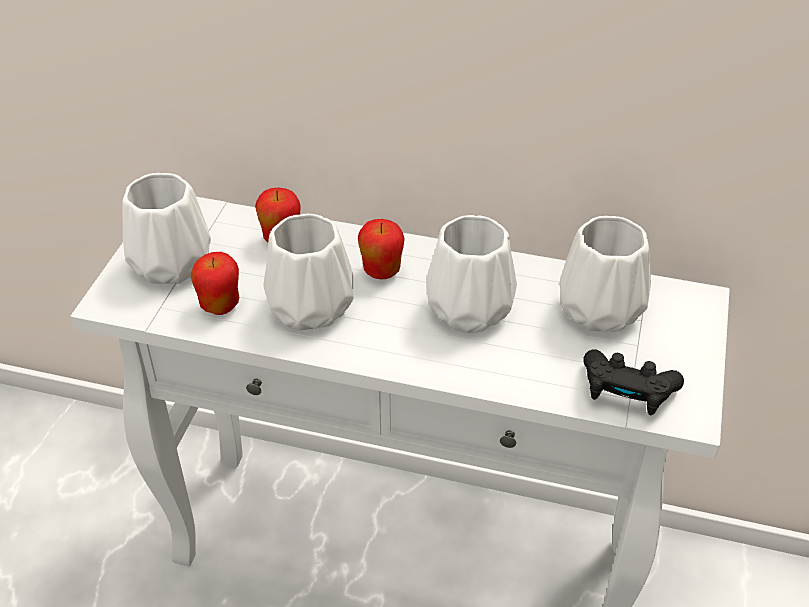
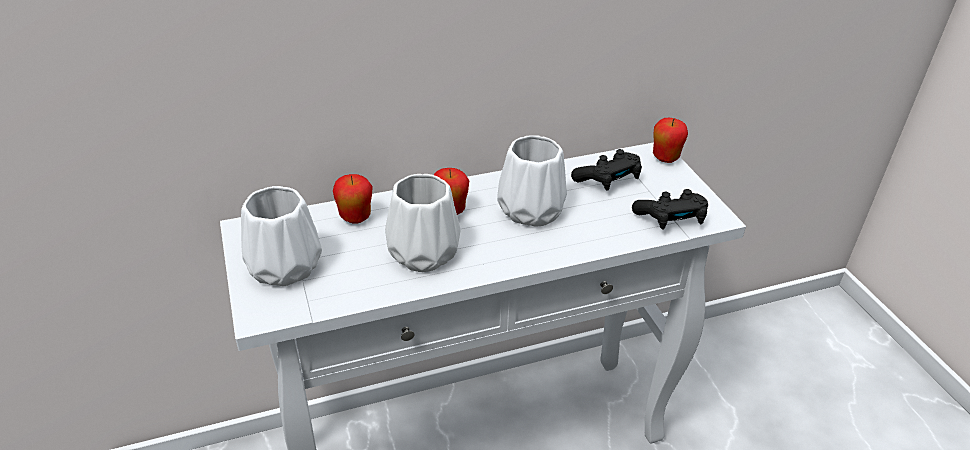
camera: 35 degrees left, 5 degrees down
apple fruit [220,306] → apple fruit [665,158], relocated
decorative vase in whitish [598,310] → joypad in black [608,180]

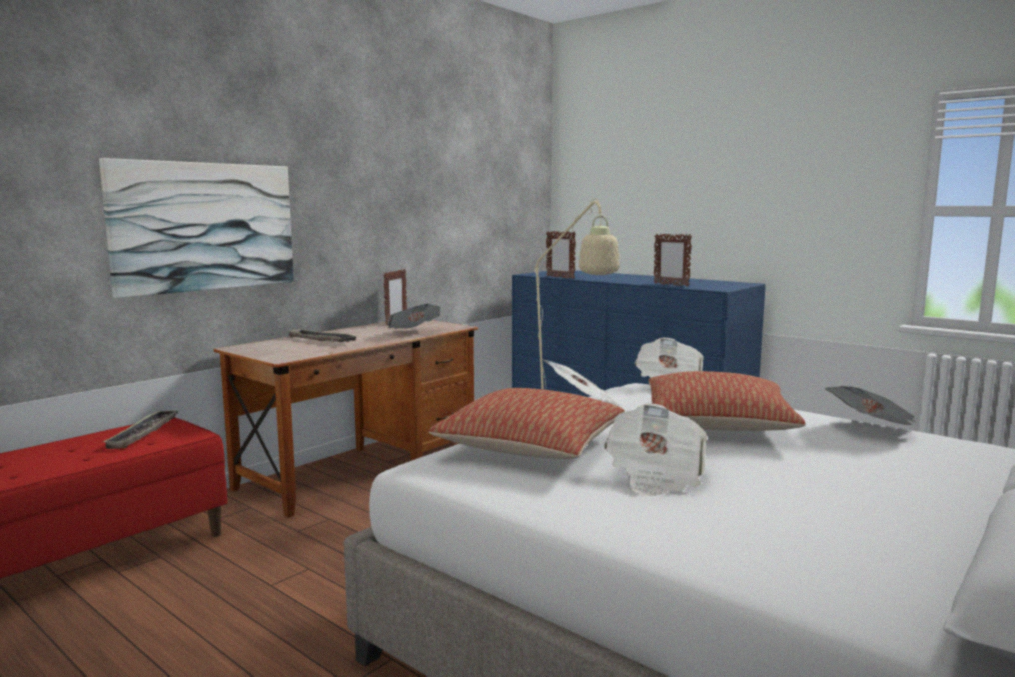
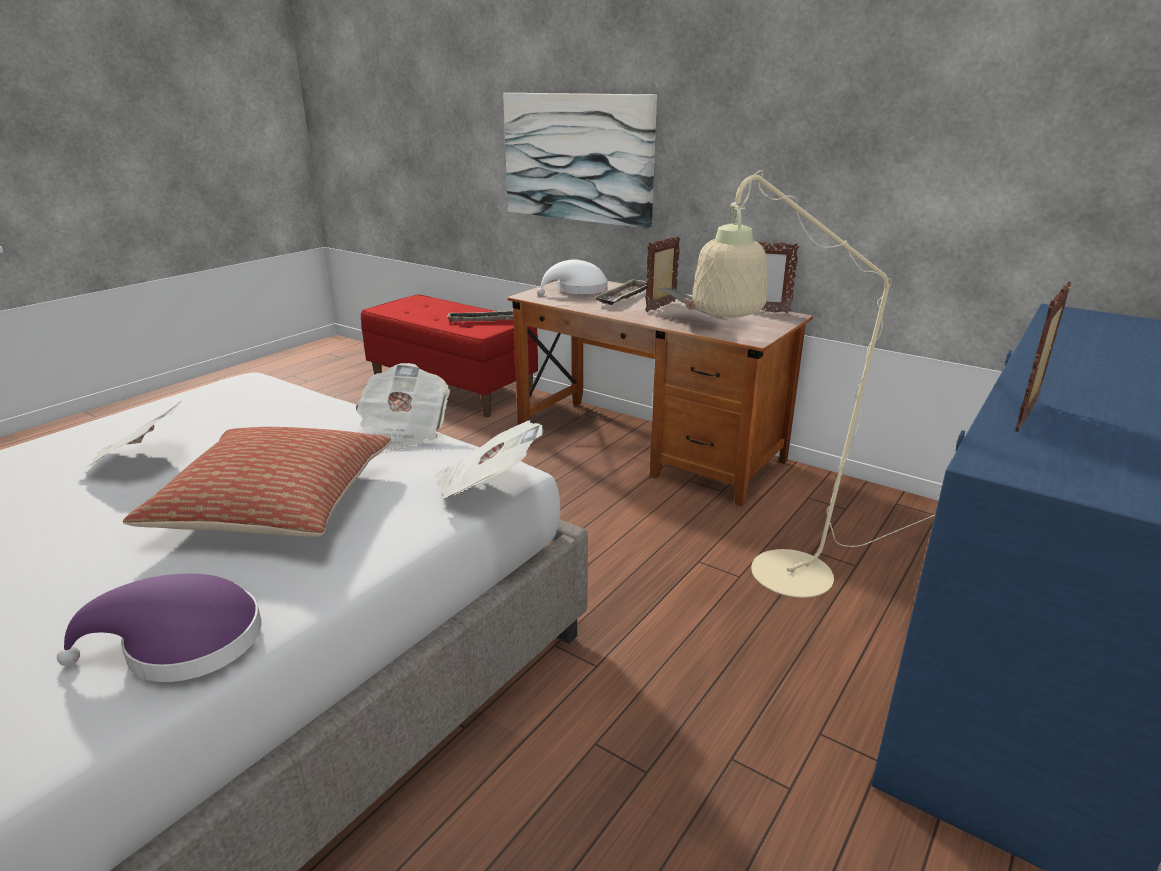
camera: 85 degrees right, 15 degrees up
pillow [531,447] → -
- → clothing hat in whitish [578,290]
photo frame [560,278] → photo frame [661,307], relocated
newspaper [871,429] → clothing hat in purplish [183,645]

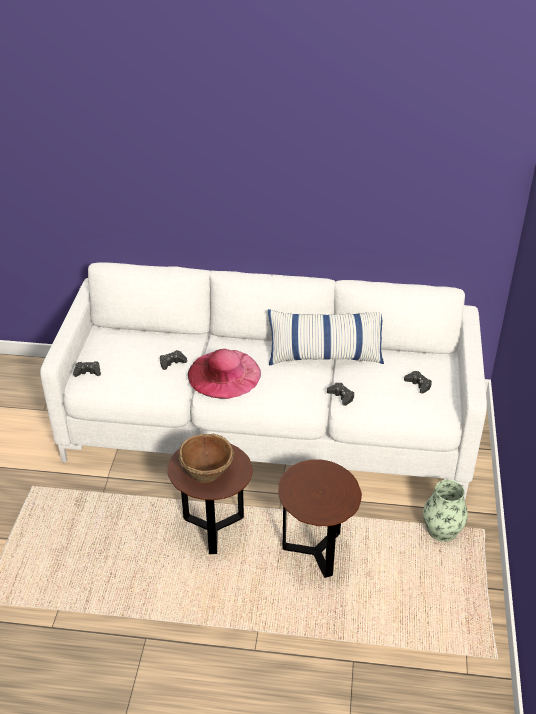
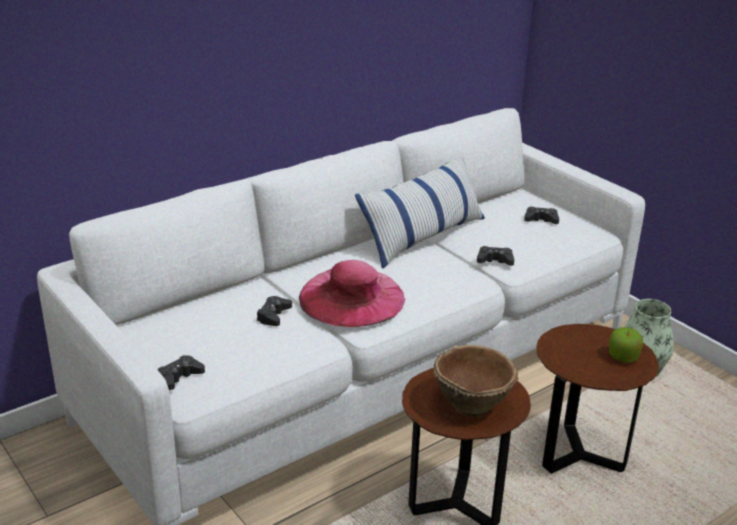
camera: 45 degrees left, 10 degrees down
- → apple fruit [623,357]

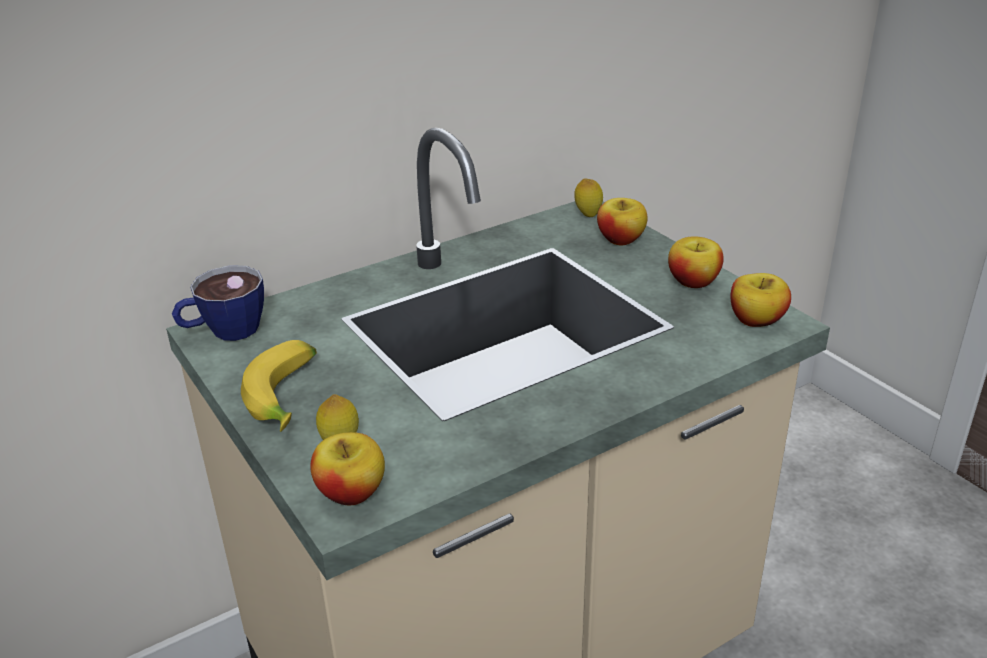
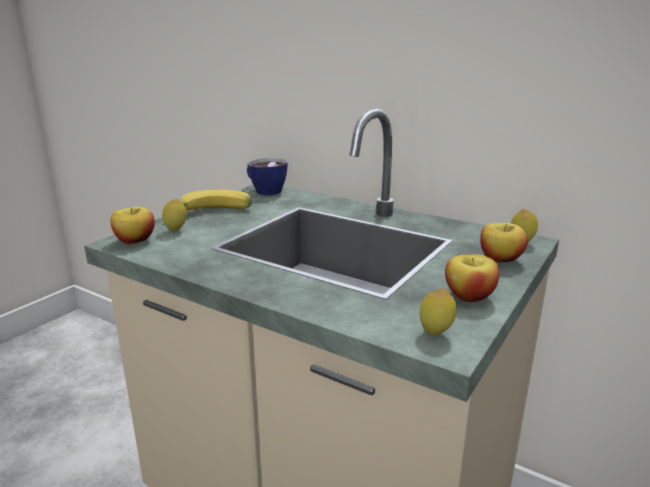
camera: 65 degrees right, 10 degrees down
apple fruit [756,320] → whole lemon [435,333]

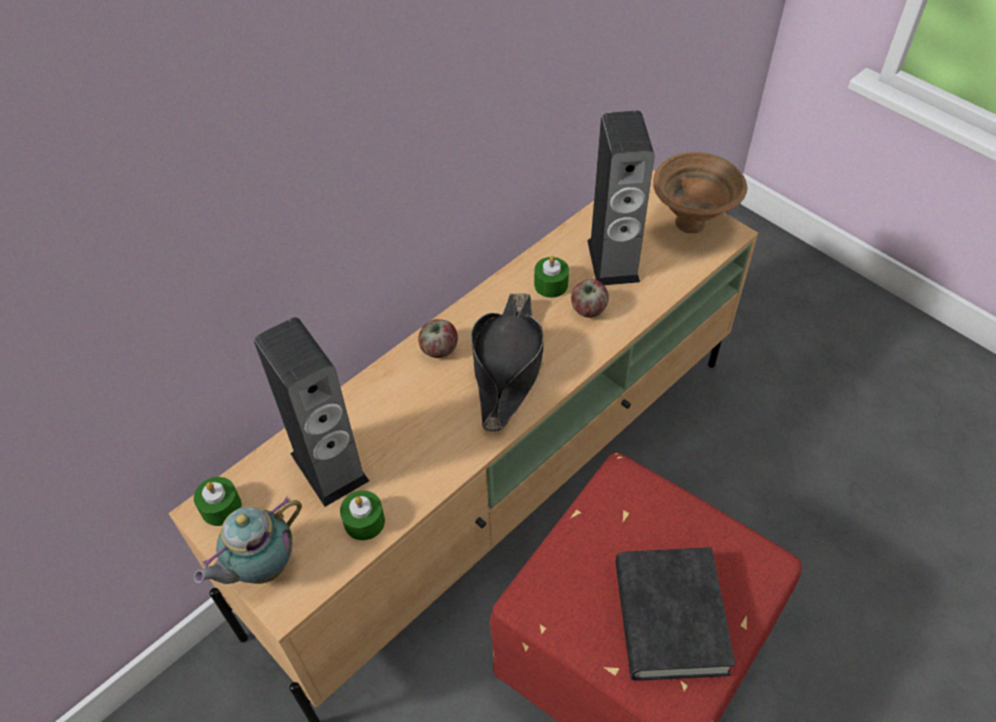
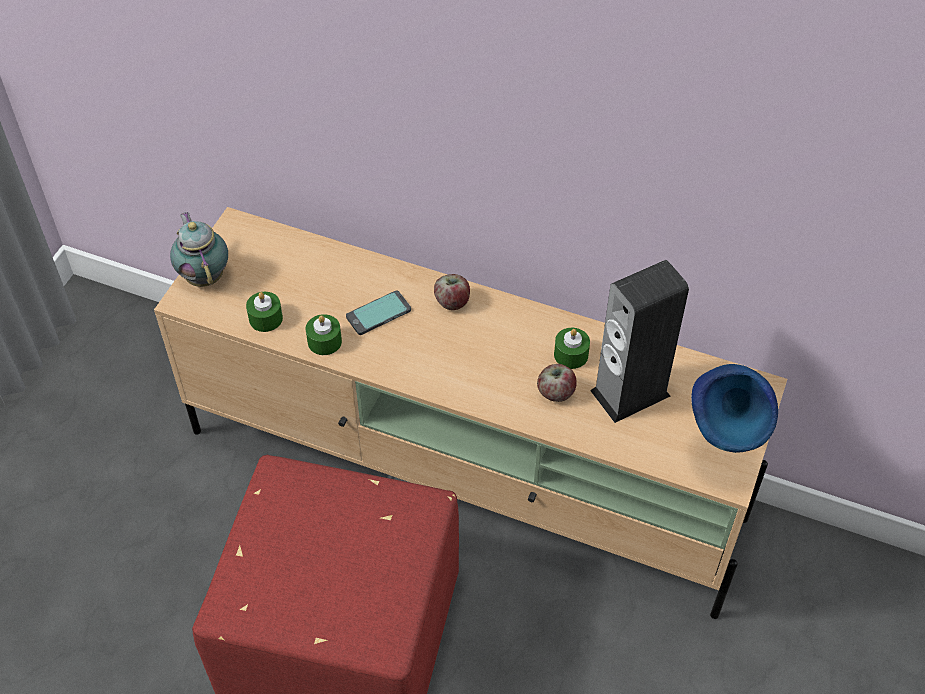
camera: 65 degrees right, 0 degrees up
speaker [329,467] → -
clothing hat in black [507,367] → -
bound book in black [670,618] → -
- → telephone [378,314]
wax light in green-coloured [221,507] → wax light in green-coloured [324,341], relocated
bowl in brown-coloured [692,223] → decorative vase in bluish [724,444]
teapot [261,567] → teapot [204,275], 45 degrees clockwise

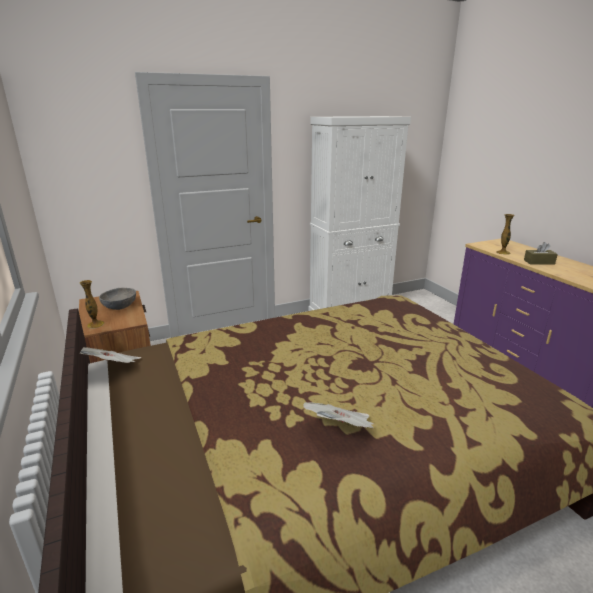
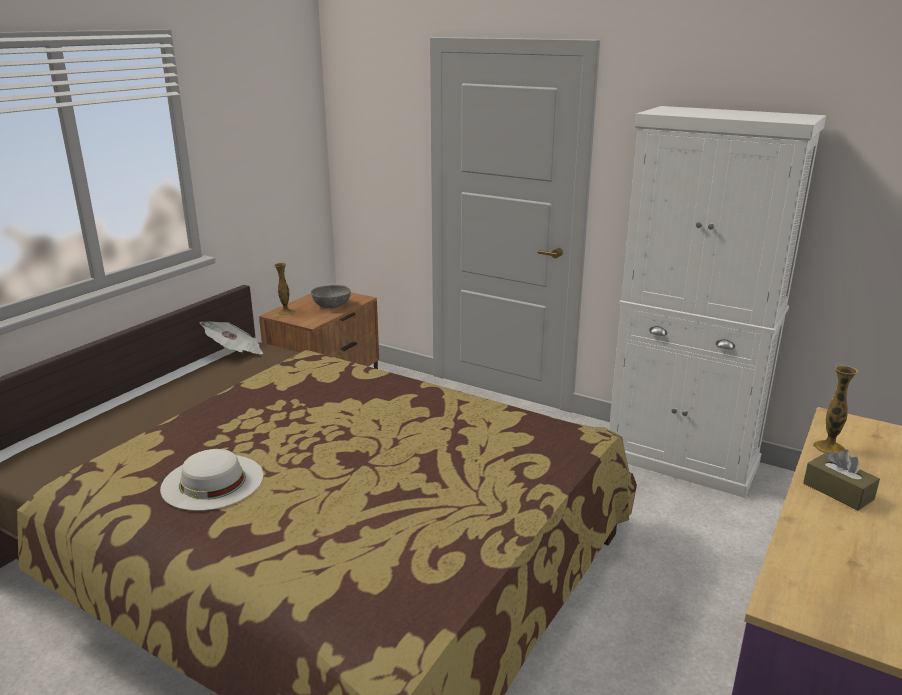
camera: 55 degrees right, 0 degrees up
newspaper [341,429] → clothing hat in whitish [212,481]

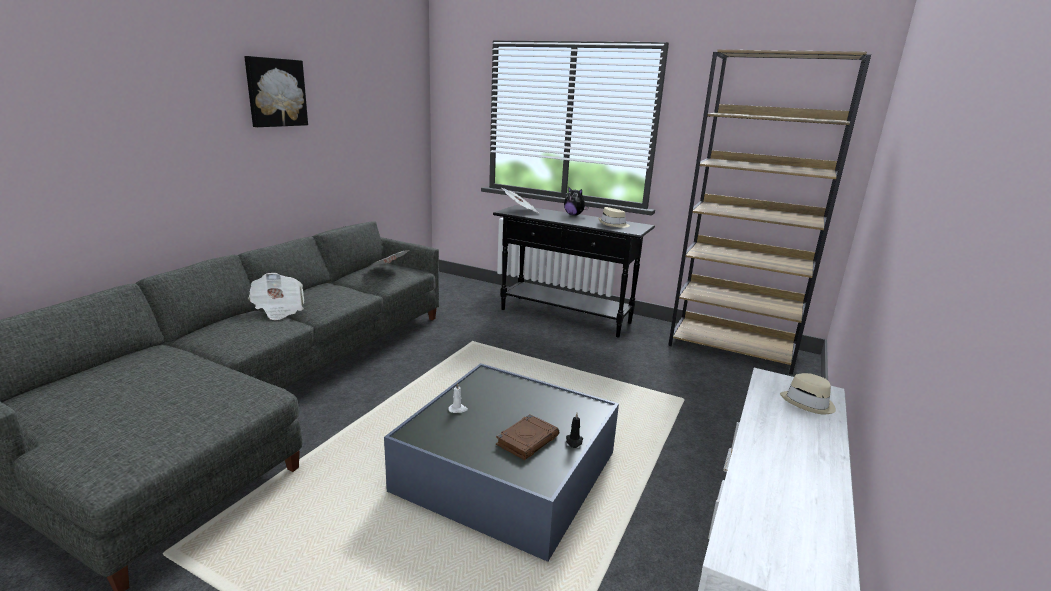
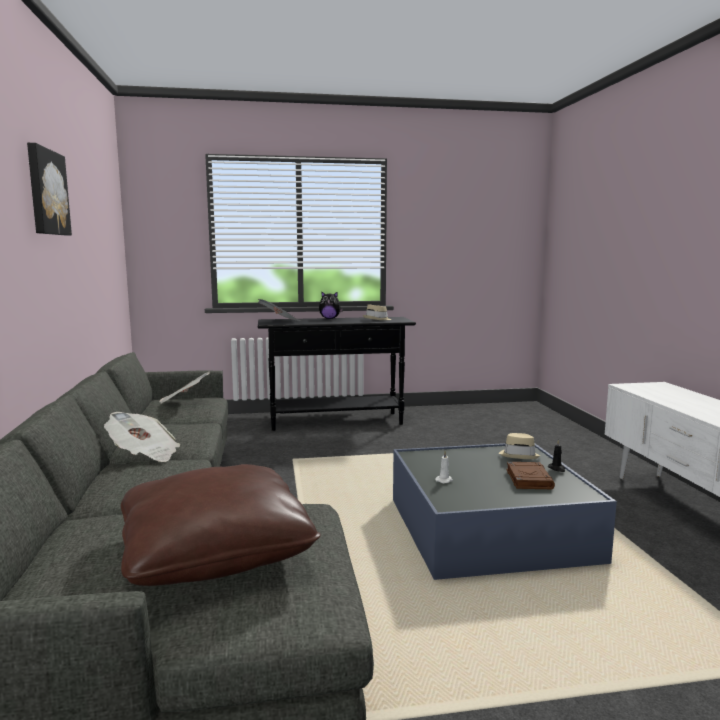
camera: 35 degrees left, 10 degrees down
bookshelf in brown-coloured [732,348] → -
- → pillow in brown-coloured [216,551]
clothing hat in sand-coloured [808,403] → clothing hat in sand-coloured [519,455], relocated

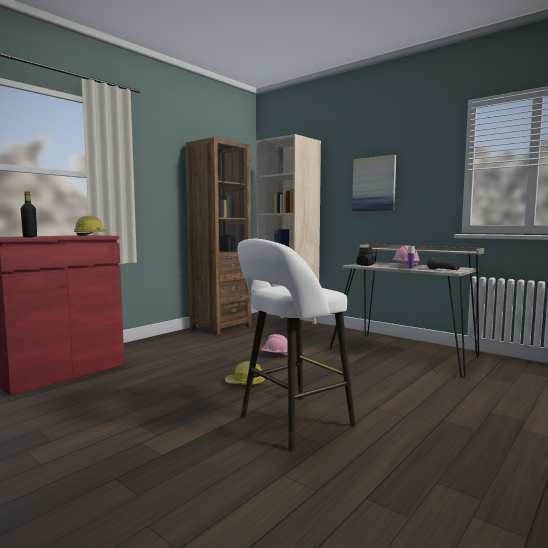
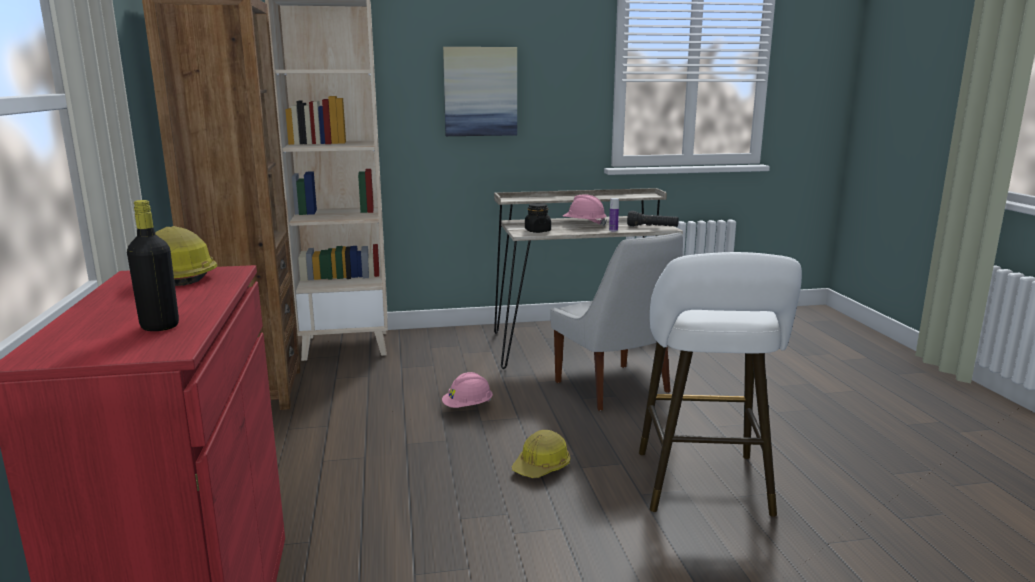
camera: 50 degrees left, 10 degrees up
- → upright chair in whitish [615,388]

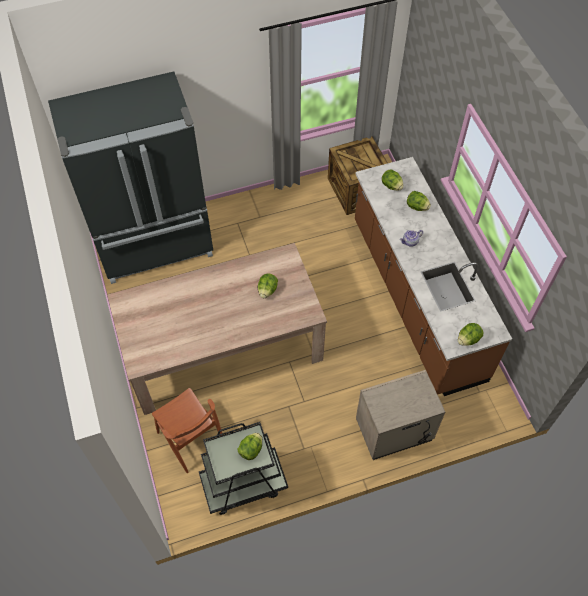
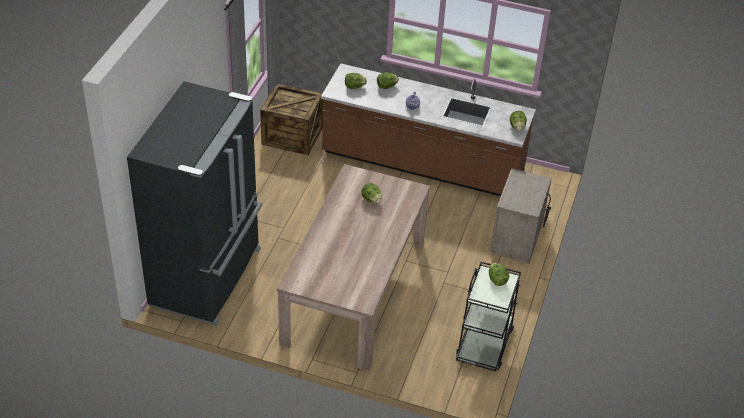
camera: 55 degrees left, 15 degrees down
upright chair in brown-coloured [191,439] → -

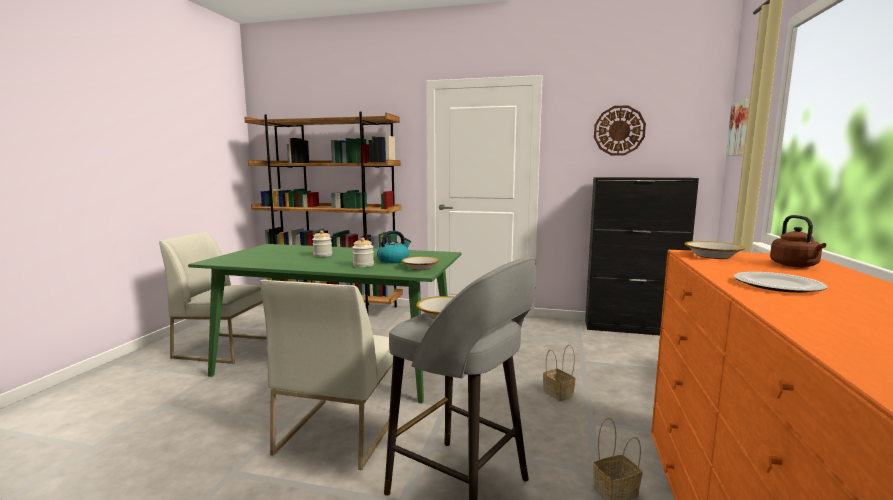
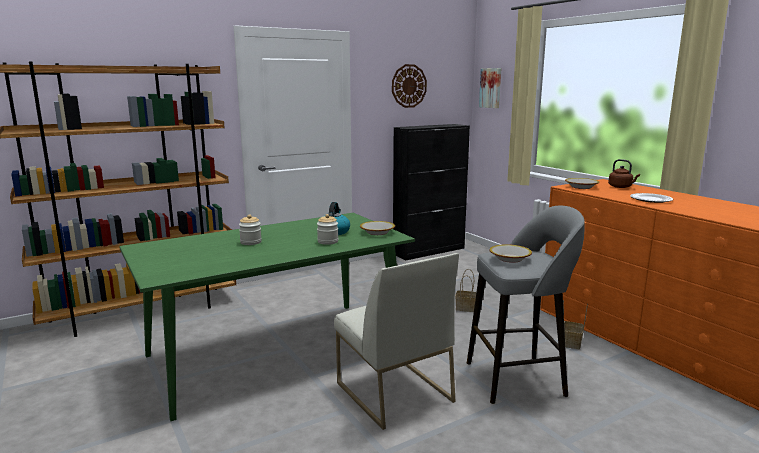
camera: 45 degrees left, 5 degrees up
upright chair in whitish [224,348] → -

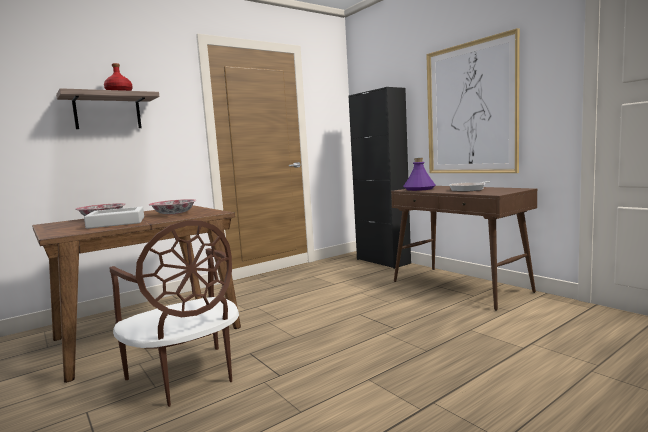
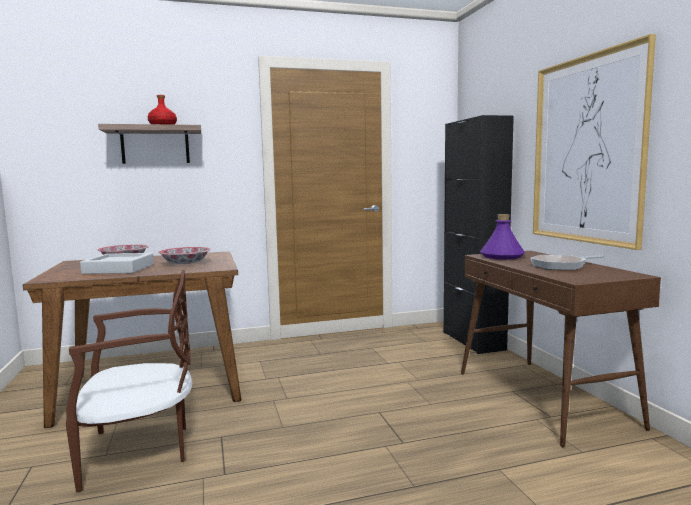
camera: 20 degrees right, 0 degrees up
upright chair in brown-coloured [187,377] → upright chair in brown-coloured [140,451], 90 degrees counterclockwise

